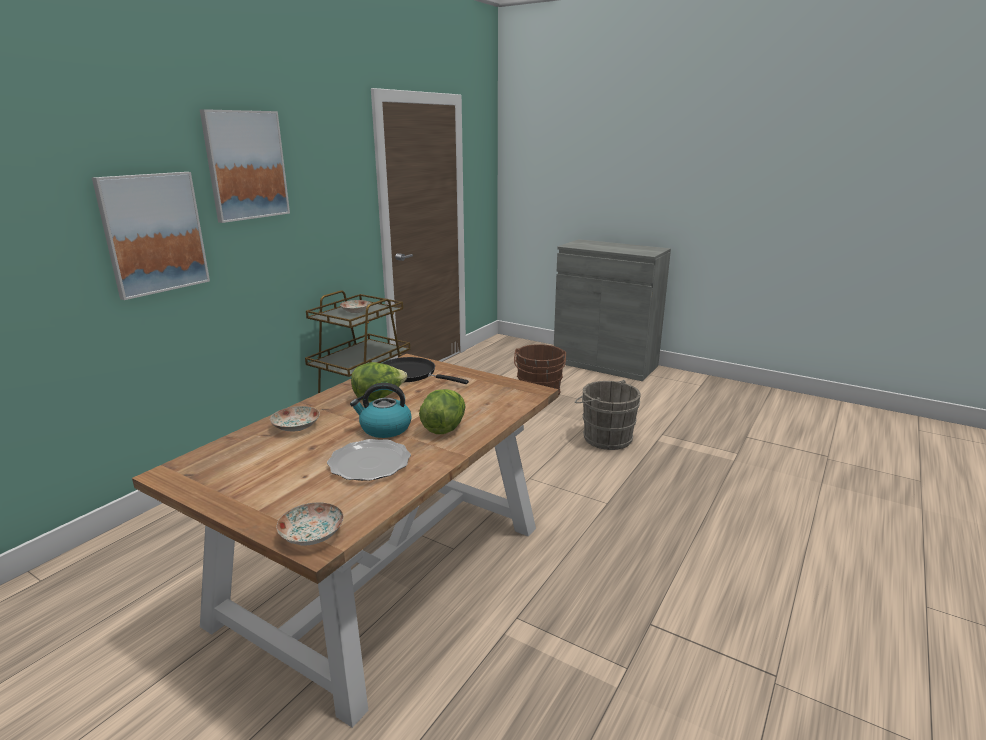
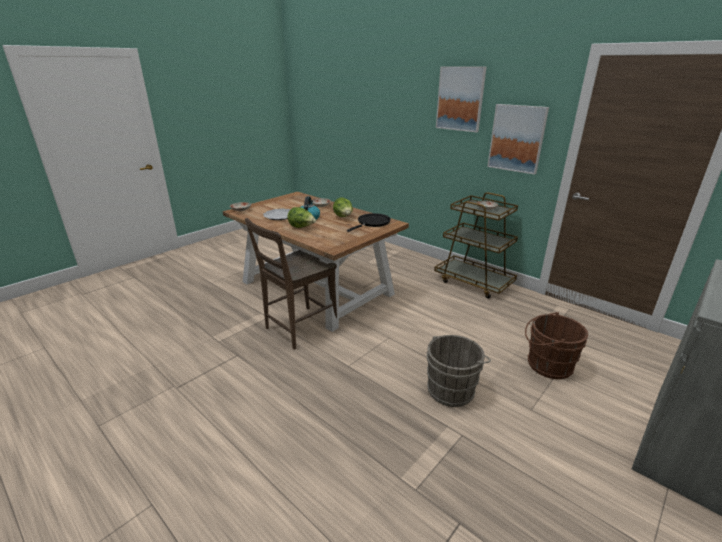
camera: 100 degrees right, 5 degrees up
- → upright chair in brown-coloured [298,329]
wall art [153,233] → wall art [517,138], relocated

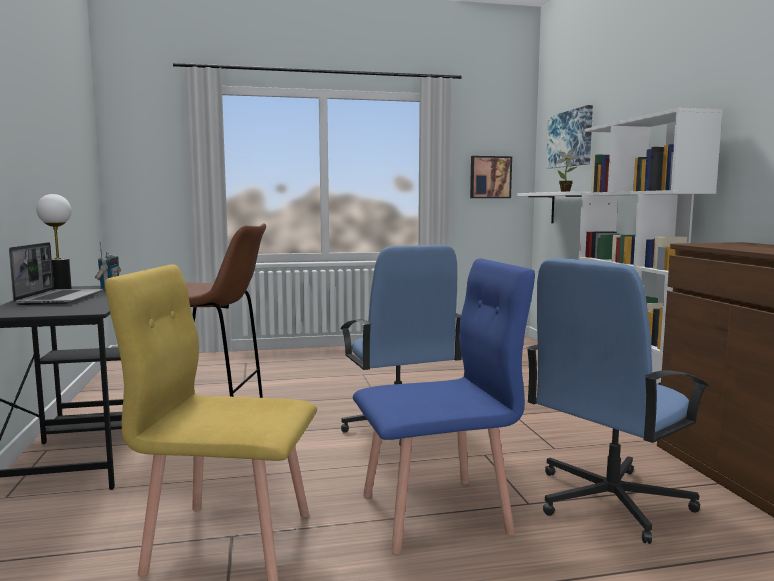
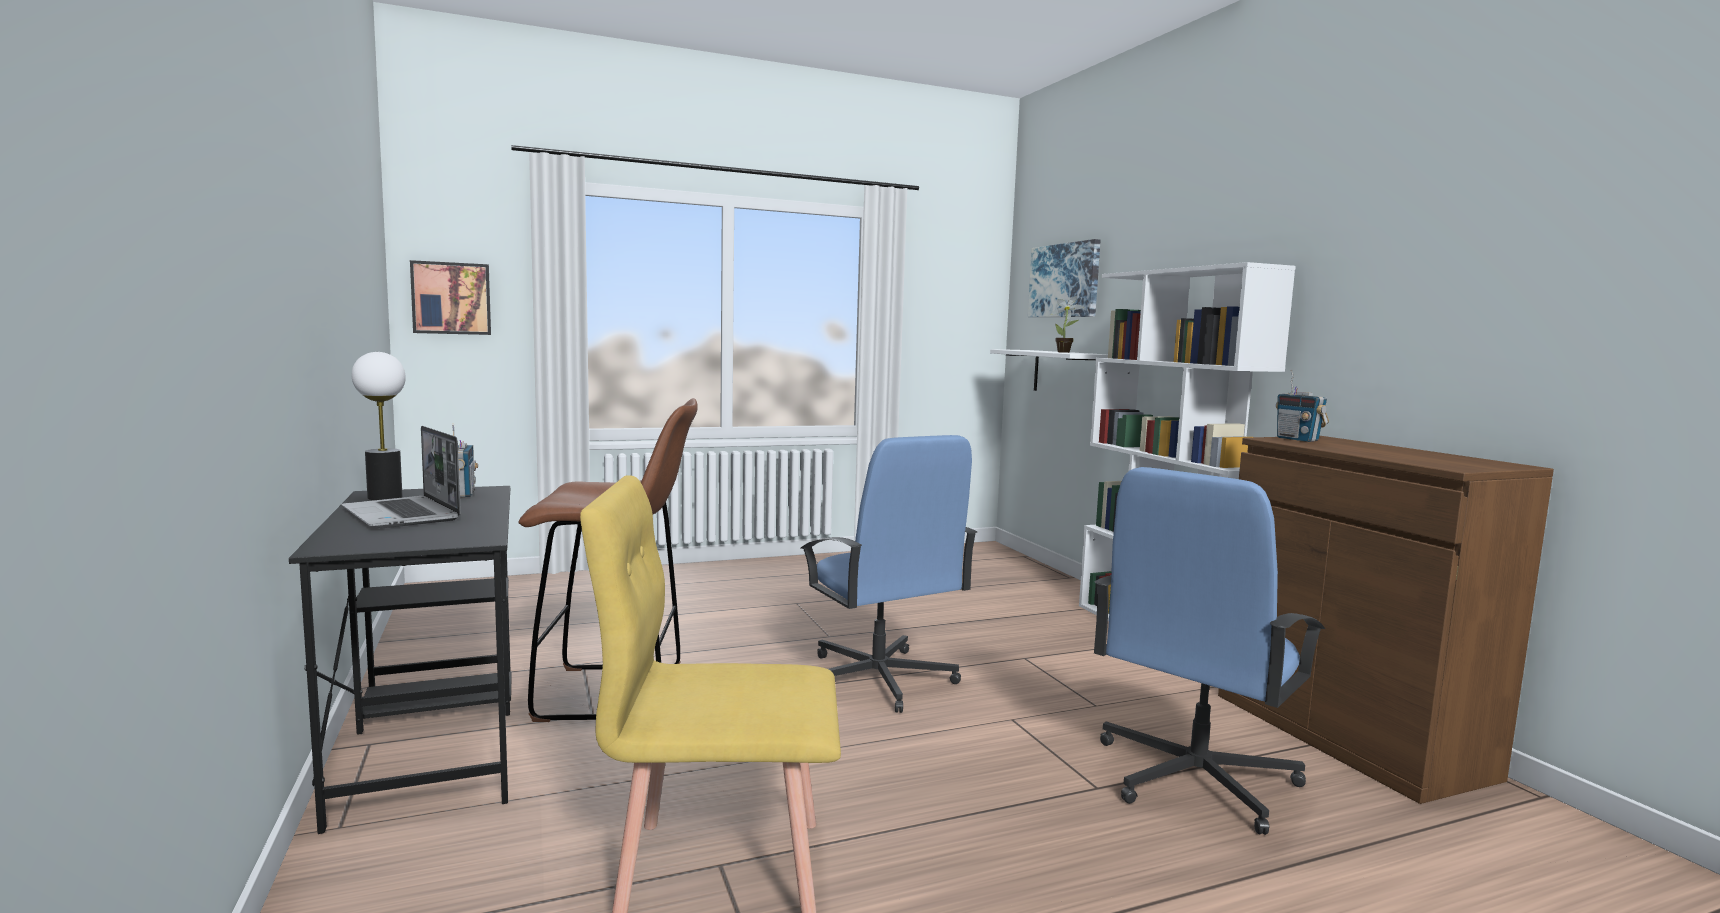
camera: 10 degrees left, 0 degrees up
upright chair in bluish [436,513] → -
- → radio [1297,439]
wall art [490,177] → wall art [451,298], relocated
notebook computer [60,298] → notebook computer [403,515], 150 degrees clockwise

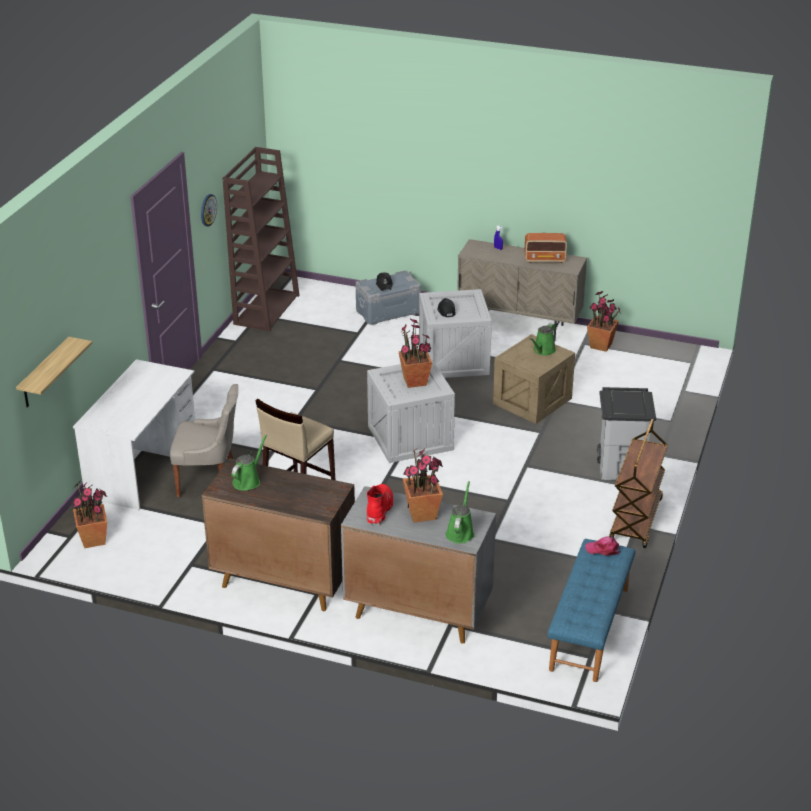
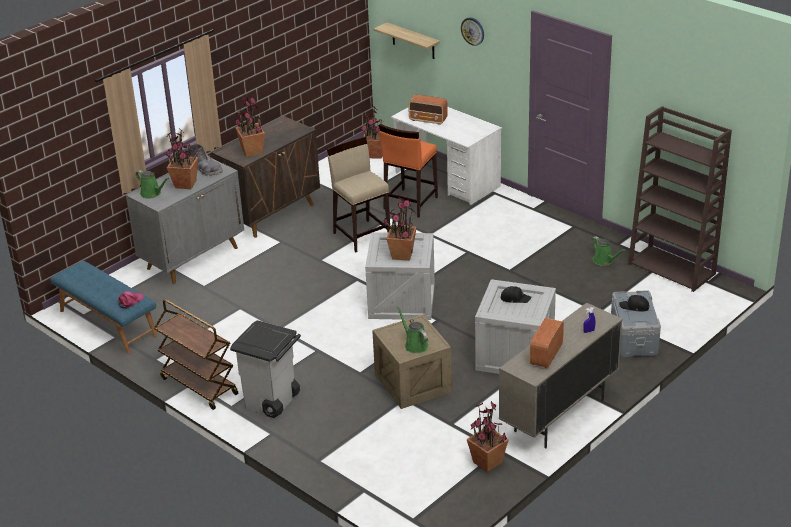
camera: 115 degrees right, 0 degrees up
- → plant in a pot [251,152]
- → radio [428,120]
clock on the wall [208,210] → clock on the wall [473,31], relocated
watering pot in green-coloured [248,481] → watering pot in green-coloured [604,261], relocated
upright chair in greyish [209,481] → stool seat in orange [410,203]
boot in red [379,509] → boot in greyish [206,170]

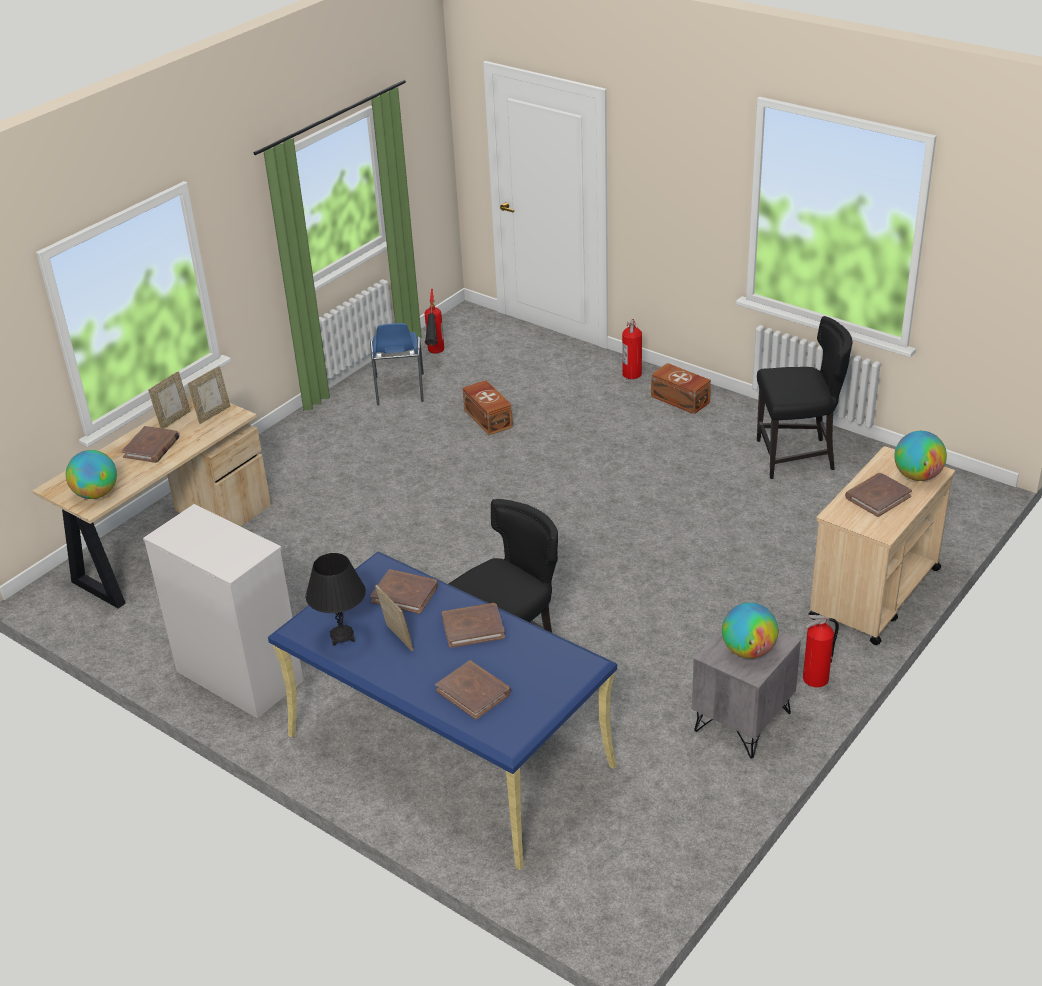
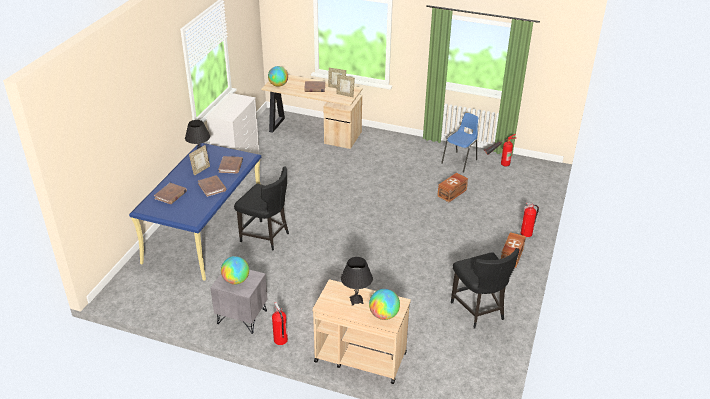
camera: 70 degrees right, 0 degrees up
bound book in brown-coloured [877,497] → tabletop lamp in black [356,300]
upright chair in bluish [399,390] → upright chair in bluish [460,161], 150 degrees clockwise

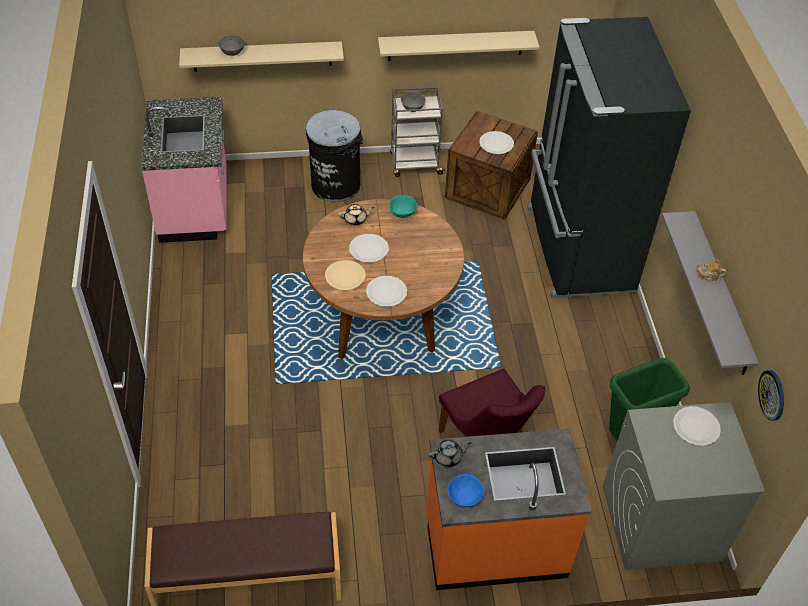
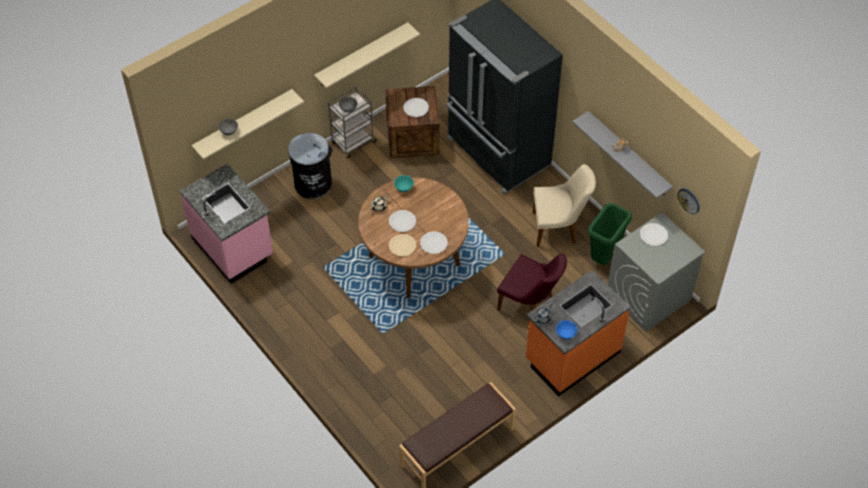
camera: 30 degrees left, 5 degrees up
- → upright chair in sand-coloured [559,228]

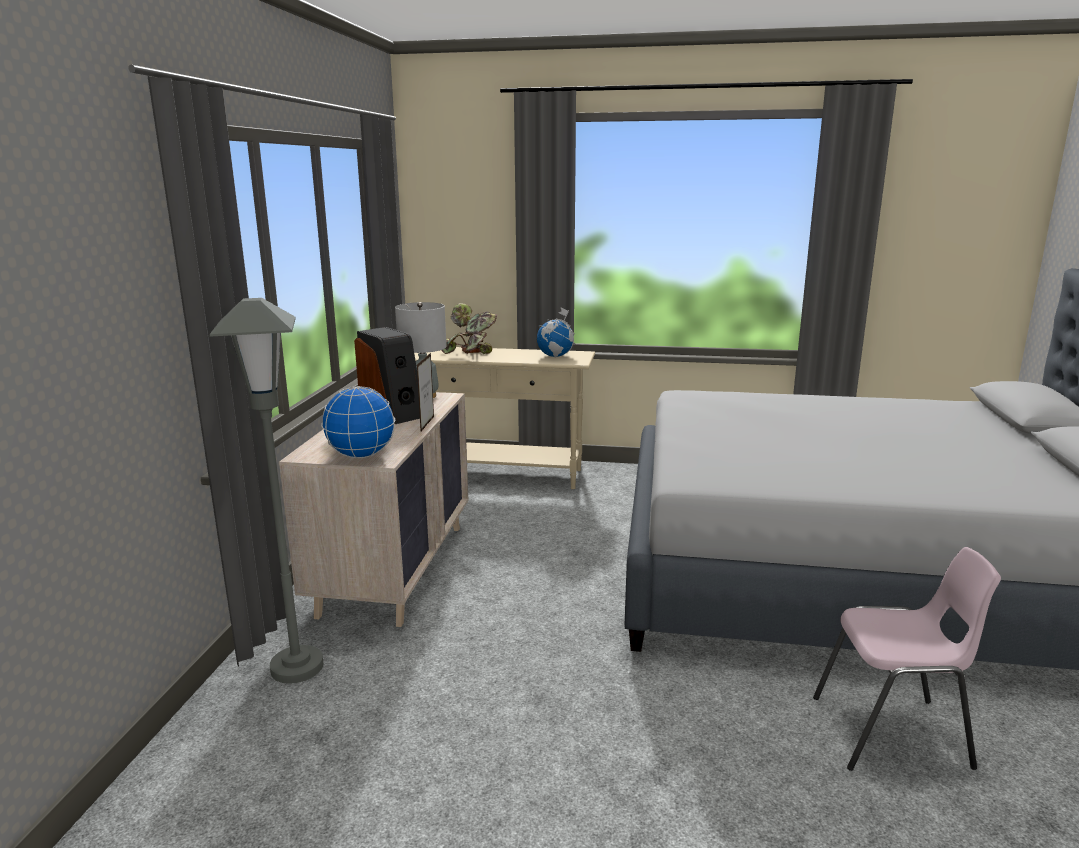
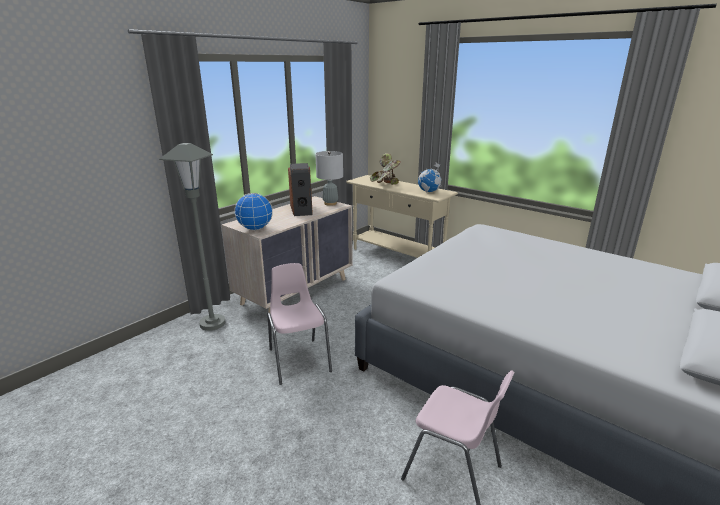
camera: 30 degrees right, 5 degrees up
photo frame [427,424] → -
- → upright chair in pink-coloured [299,360]

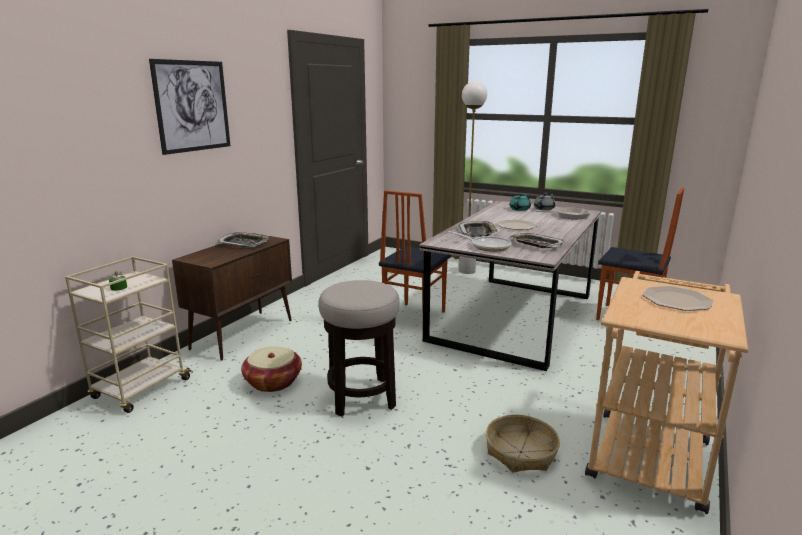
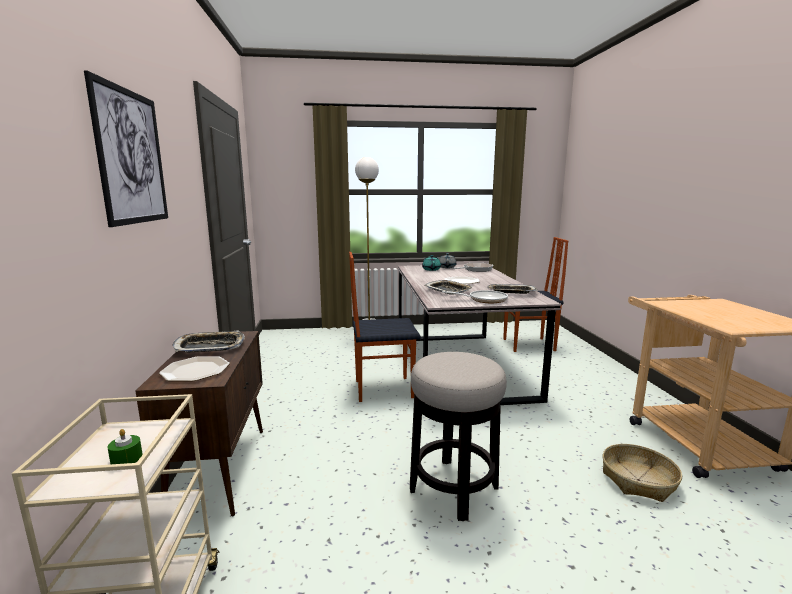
camera: 35 degrees left, 5 degrees down
storage basket [273,382] → -
plate [676,300] → plate [195,370], relocated
upright chair [413,316] → upright chair [383,388], 90 degrees clockwise

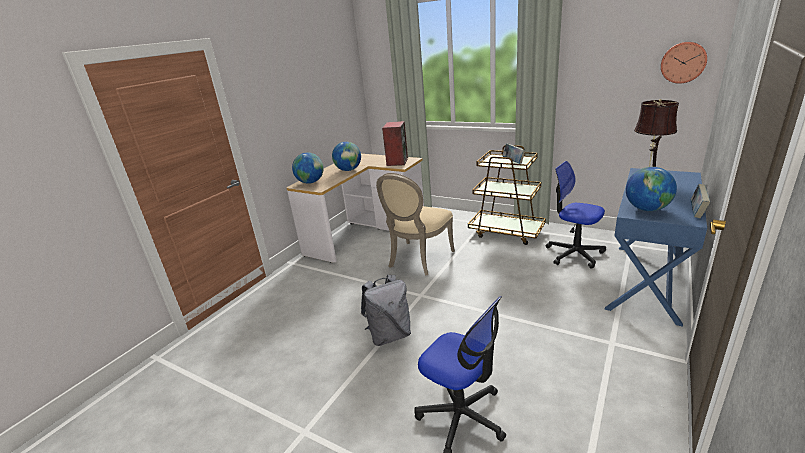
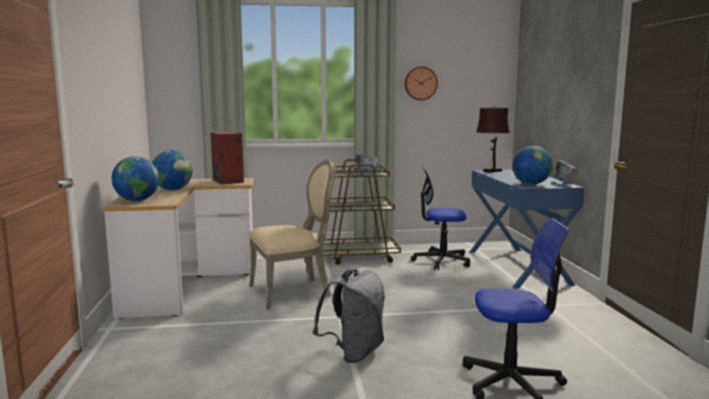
camera: 40 degrees left, 15 degrees down
clock on the wall [683,62] → clock on the wall [420,83], relocated
upright chair in sand-coloured [418,259] → upright chair in sand-coloured [293,291], 105 degrees counterclockwise

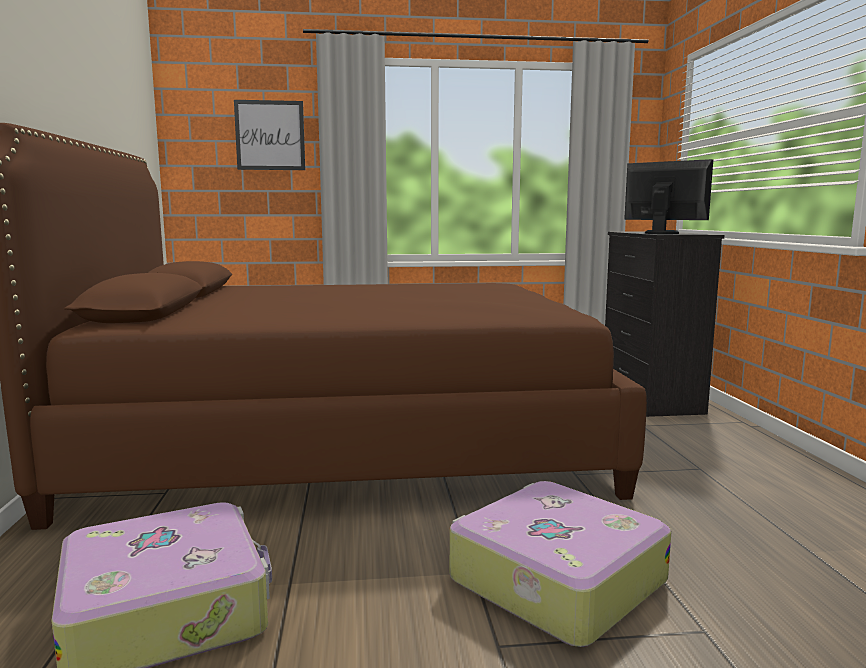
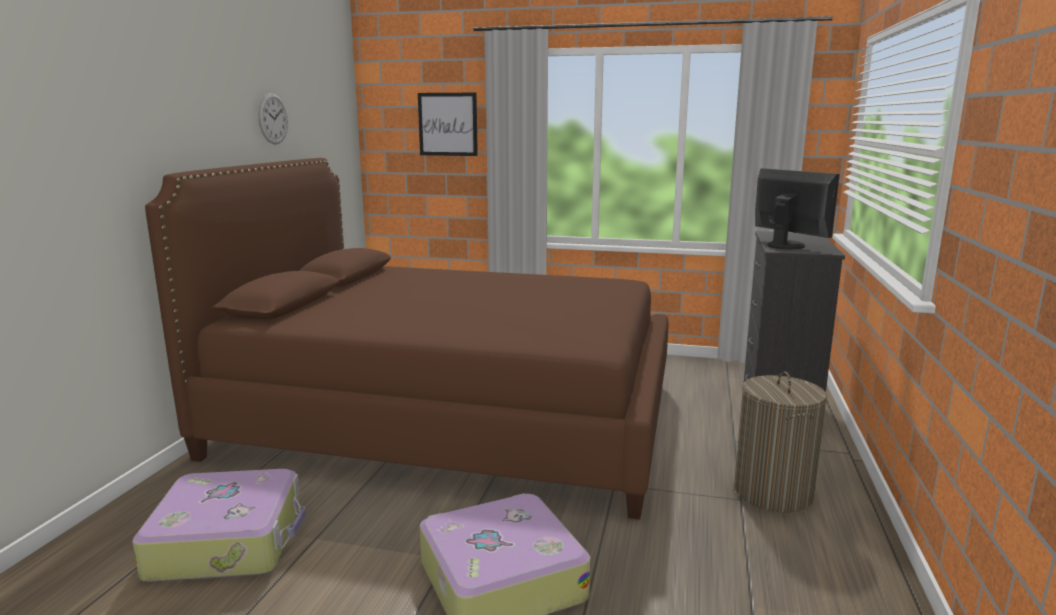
camera: 20 degrees right, 5 degrees up
- → clock on the wall [273,119]
- → laundry basket [772,492]

